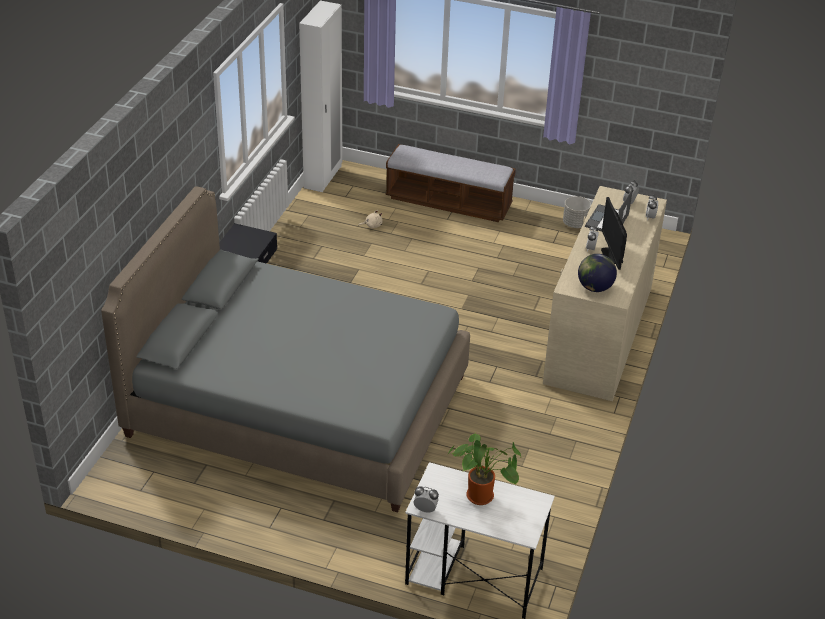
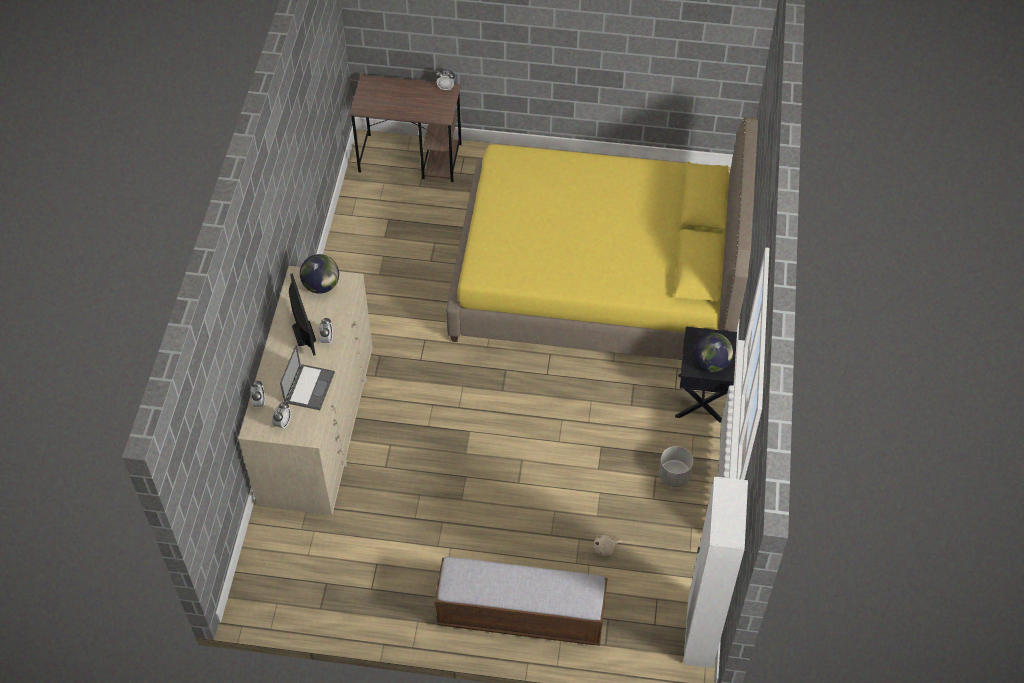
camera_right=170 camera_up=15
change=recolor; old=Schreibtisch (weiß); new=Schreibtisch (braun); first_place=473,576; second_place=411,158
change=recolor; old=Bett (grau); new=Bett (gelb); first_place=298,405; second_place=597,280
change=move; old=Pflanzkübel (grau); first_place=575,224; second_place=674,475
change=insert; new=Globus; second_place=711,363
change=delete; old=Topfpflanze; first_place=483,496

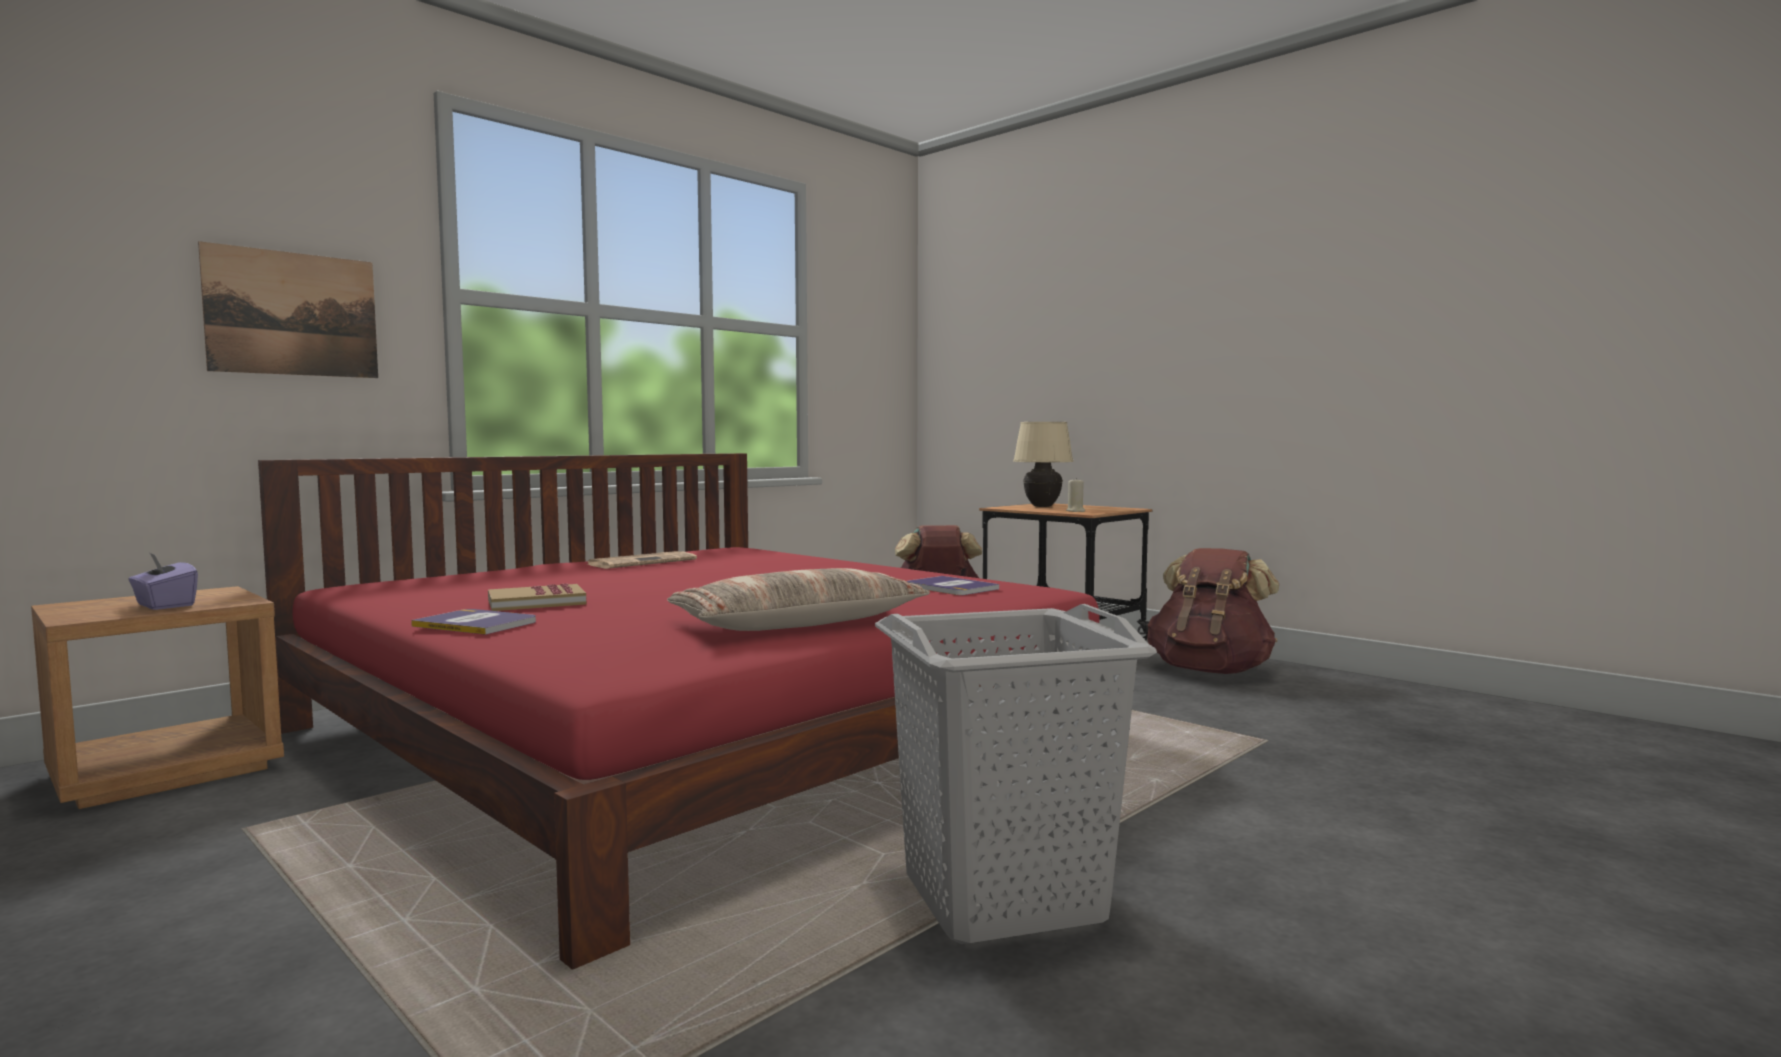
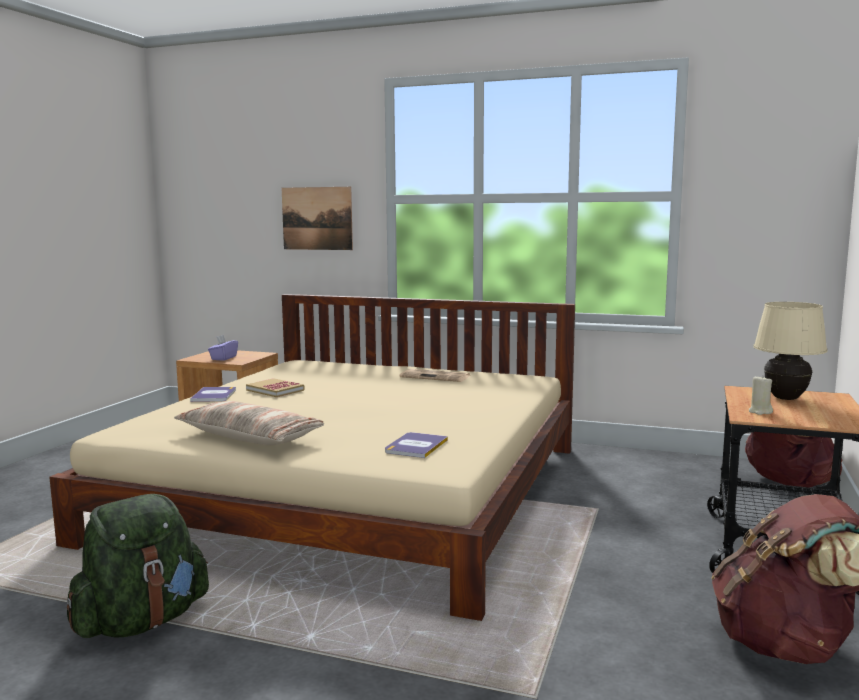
camera_right=65 camera_up=5
change=recolor; old=Bett (rot); new=Bett (beige); first_place=695,733; second_place=355,491
change=replace; old=Wäschekorb (grau); new=Rucksack (grün); first_place=1001,897; second_place=142,622

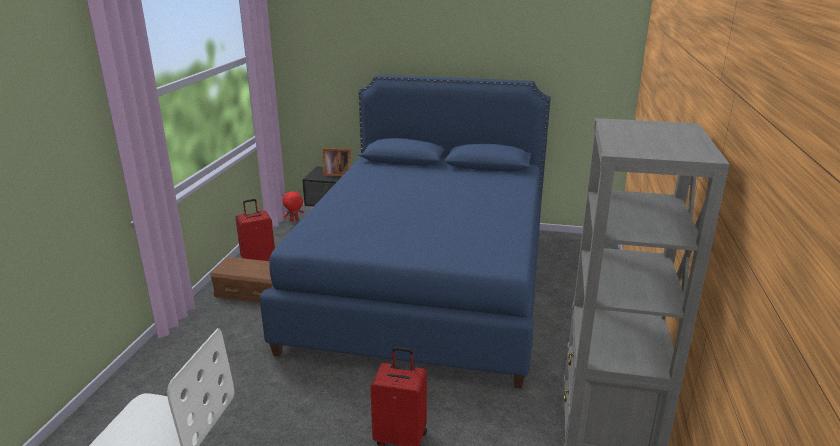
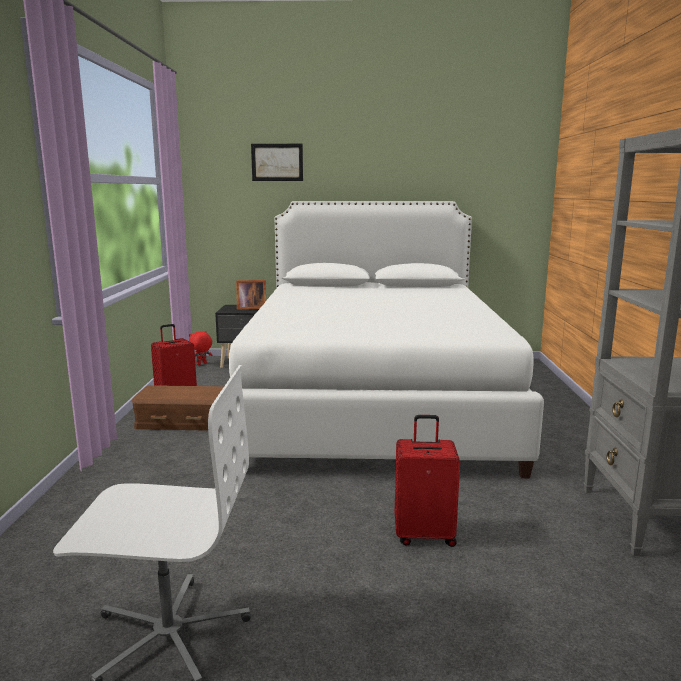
camera_right=-10 camera_up=-10
change=recolor; old=Bett (blau); new=Bett (weiß); first_place=426,283; second_place=373,402
change=insert; new=Bild; second_place=277,162

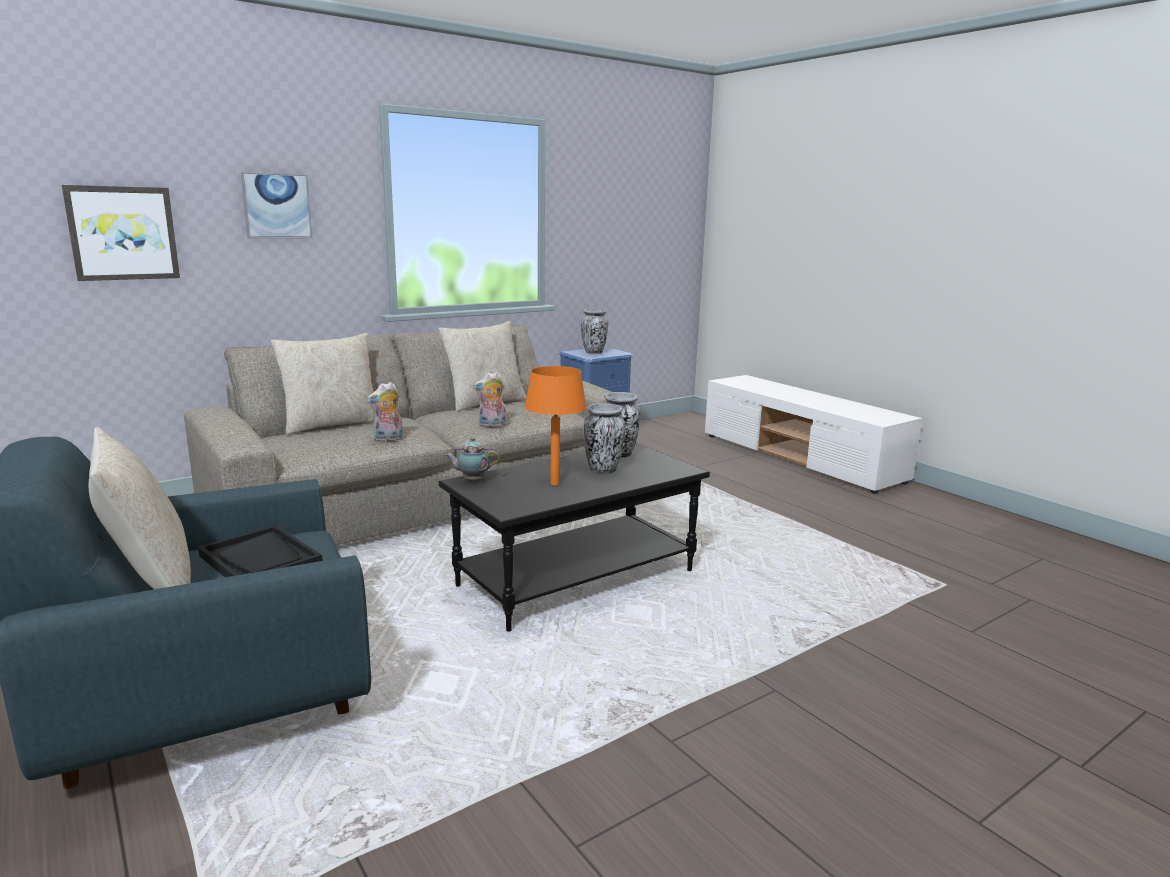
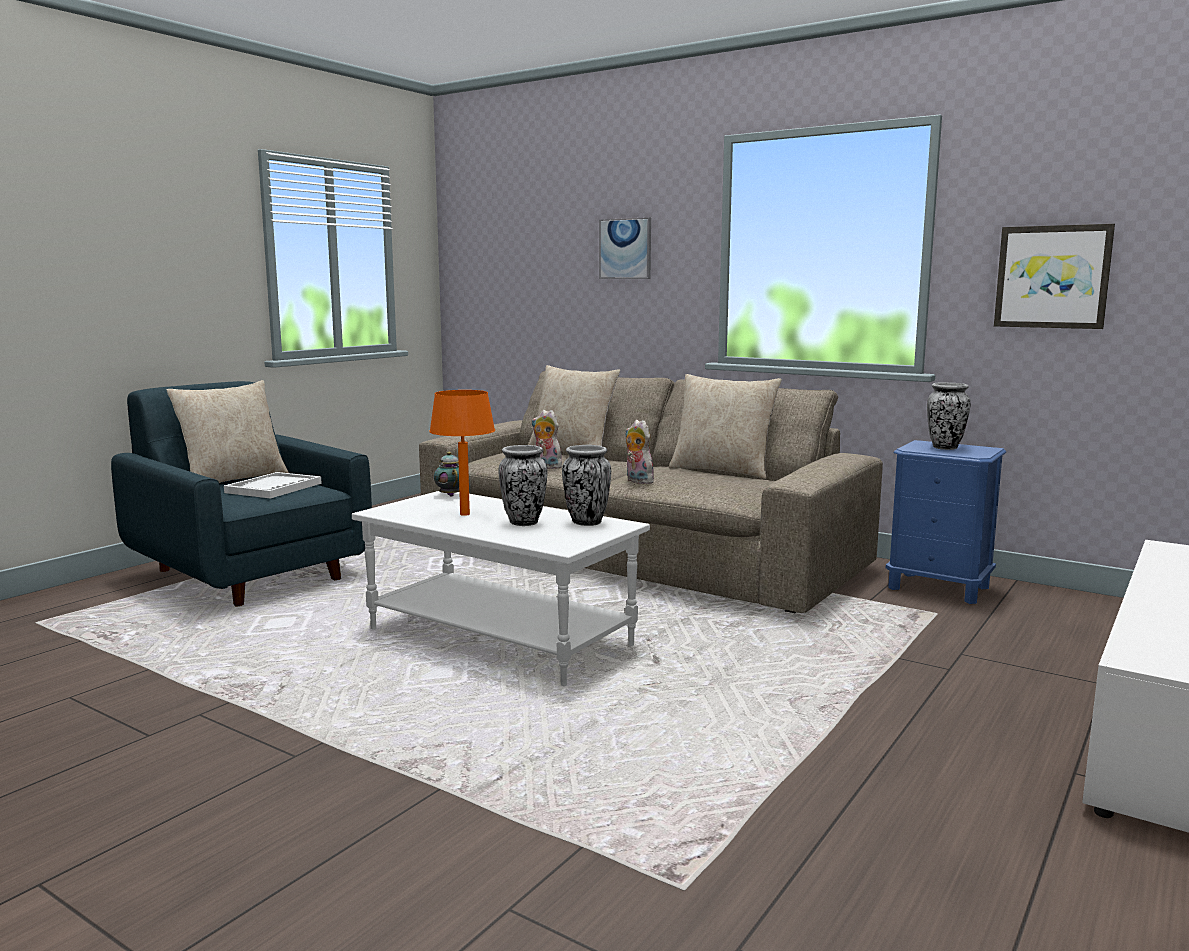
camera_right=70 camera_up=-5
change=recolor; old=Tablett (schwarz); new=Tablett (weiß); first_place=261,560; second_place=274,488
change=recolor; old=Couchtisch (schwarz); new=Couchtisch (weiß); first_place=576,577; second_place=502,637
change=move; old=Bild; first_place=123,233; second_place=1052,277

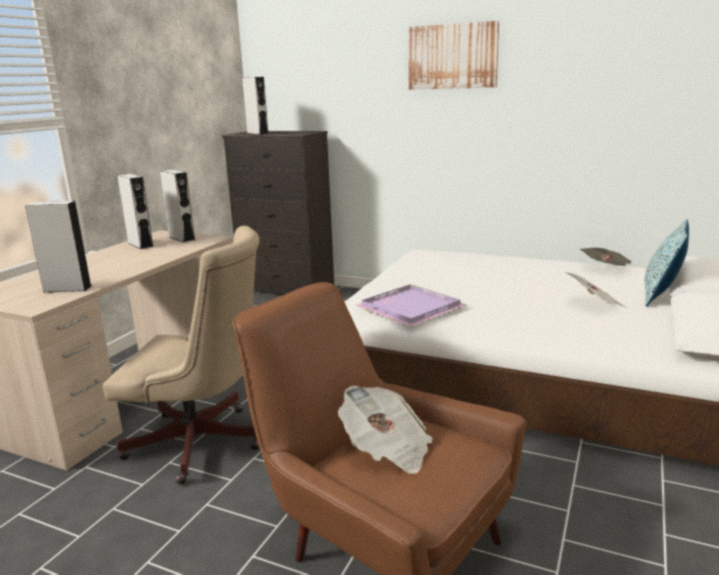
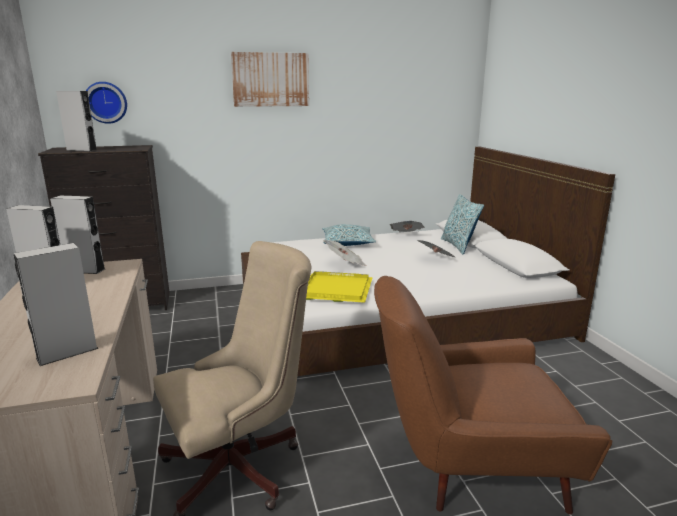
camera_right=-40 camera_up=0
change=insert; new=Wanduhr; second_place=106,102
change=recolor; old=Tablett (lila); new=Tablett (gelb); first_place=408,308; second_place=334,290
change=insert; new=Kissen; second_place=347,243
change=move; old=Zeitung; first_place=387,449; second_place=345,263

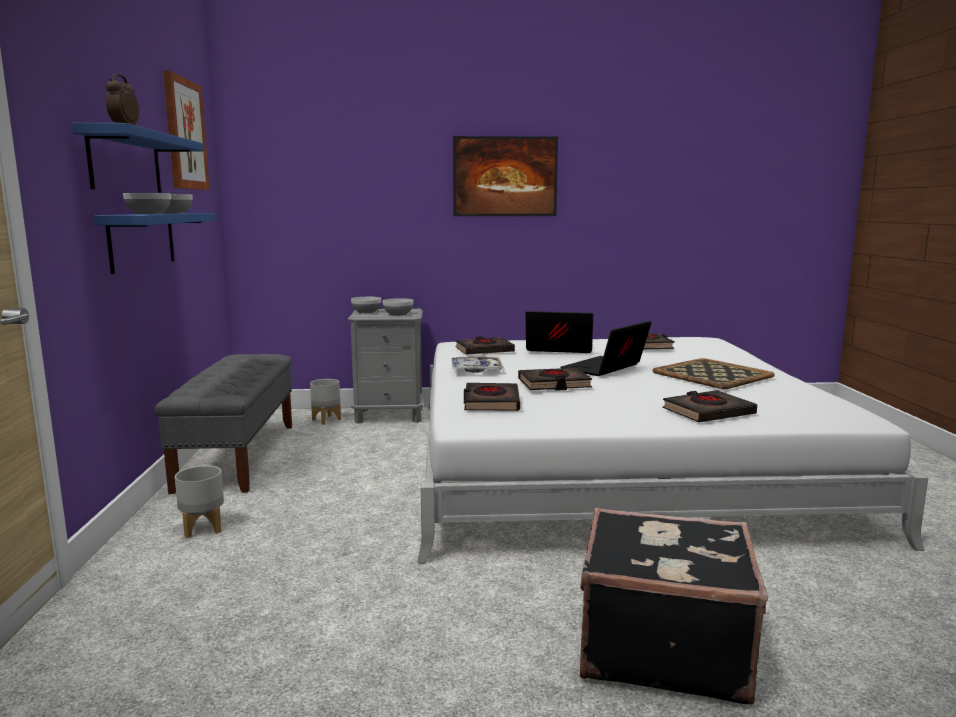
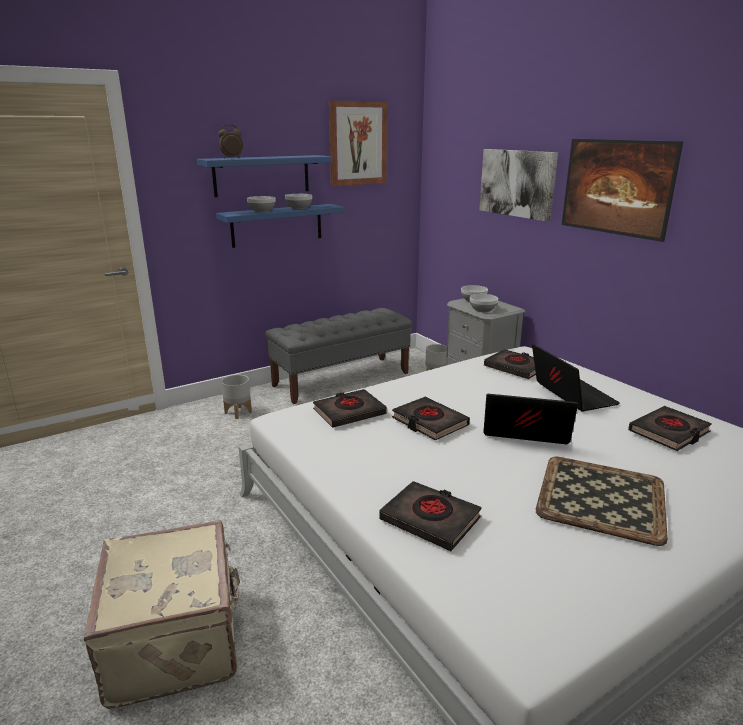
camera_right=60 camera_up=10
change=recolor; old=Koffer (schwarz); new=Koffer (beige); first_place=661,646; second_place=177,640
change=insert; new=Bild; second_place=517,183
change=delete; old=Tablett; first_place=476,370

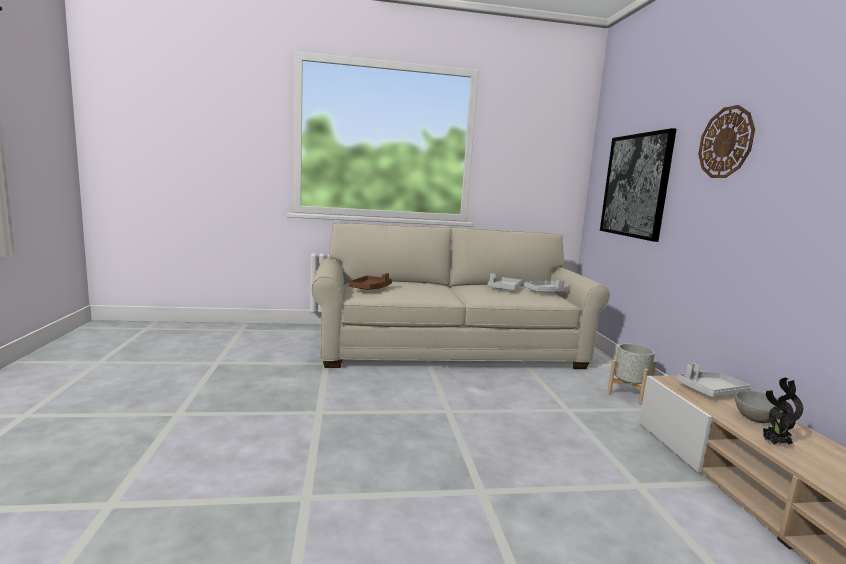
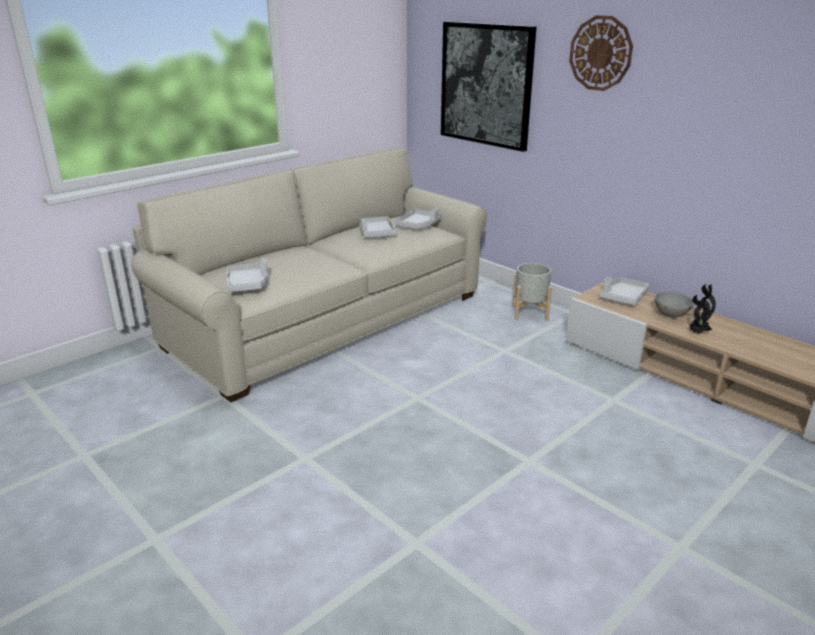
camera_right=-35 camera_up=15
change=recolor; old=Tablett (braun); new=Tablett (grau); first_place=370,288; second_place=248,284

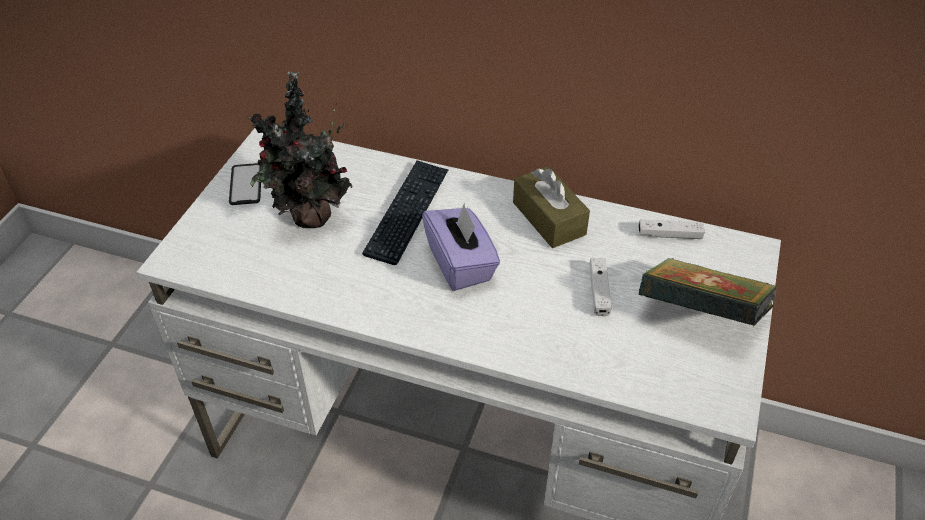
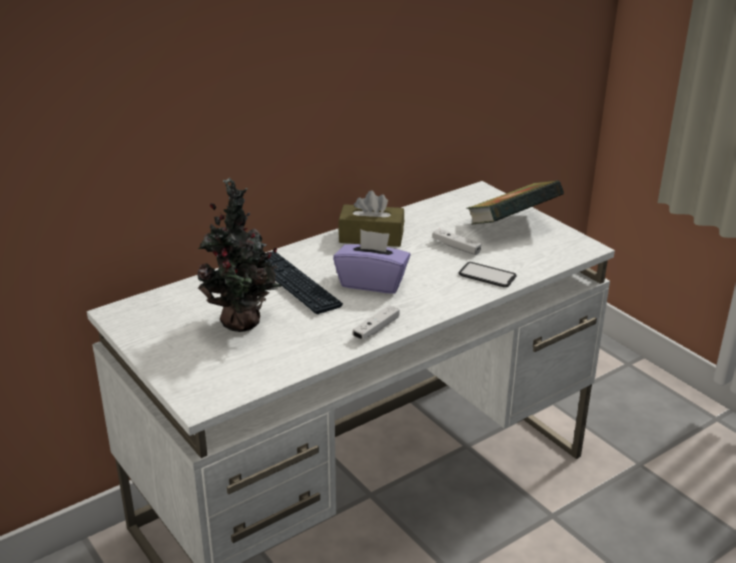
camera_right=-55 camera_up=-15
change=move; old=Gamepad (weiß); first_place=669,235; second_place=376,329
change=move; old=Handy; first_place=246,185; second_place=487,275

